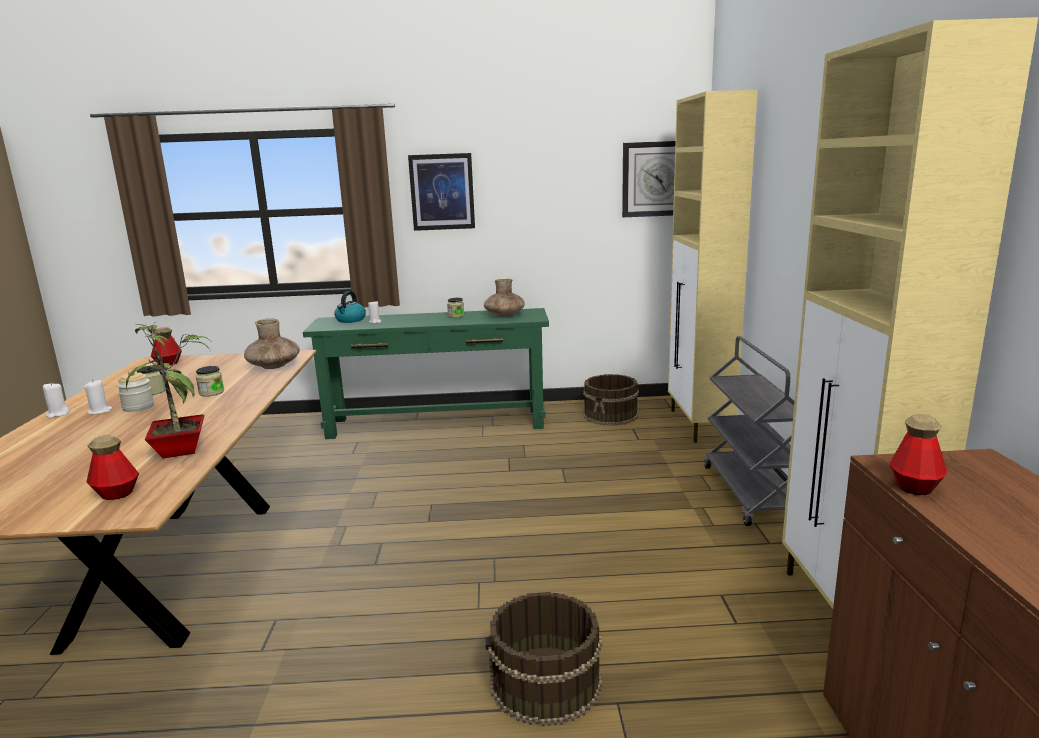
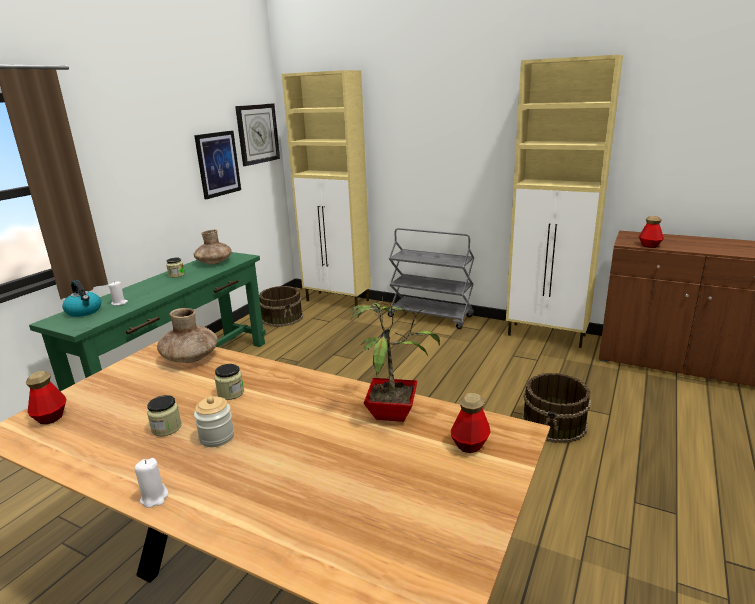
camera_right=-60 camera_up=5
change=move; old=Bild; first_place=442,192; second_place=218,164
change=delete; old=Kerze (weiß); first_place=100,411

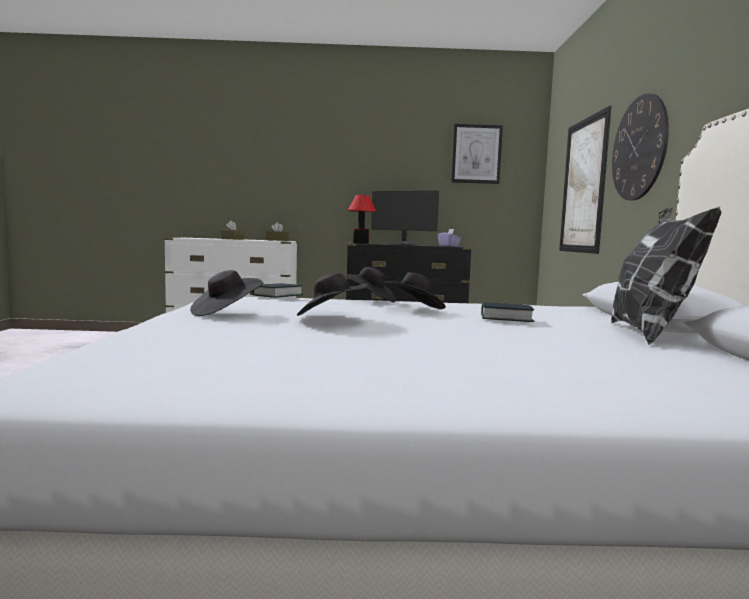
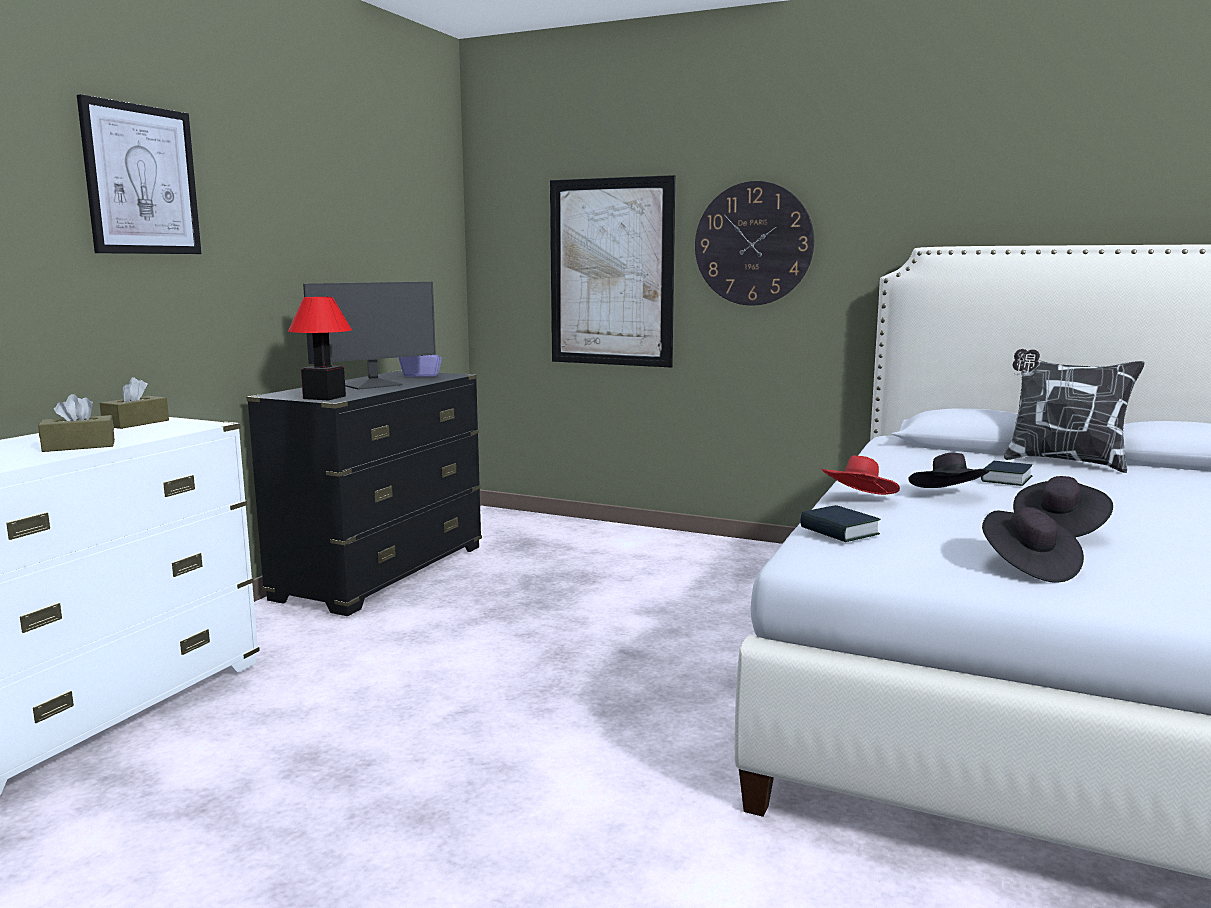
camera_right=-65 camera_up=5
change=move; old=Bild; first_place=476,154; second_place=141,180
change=recolor; old=Hut (schwarz); new=Hut (rot); first_place=370,300; second_place=859,500

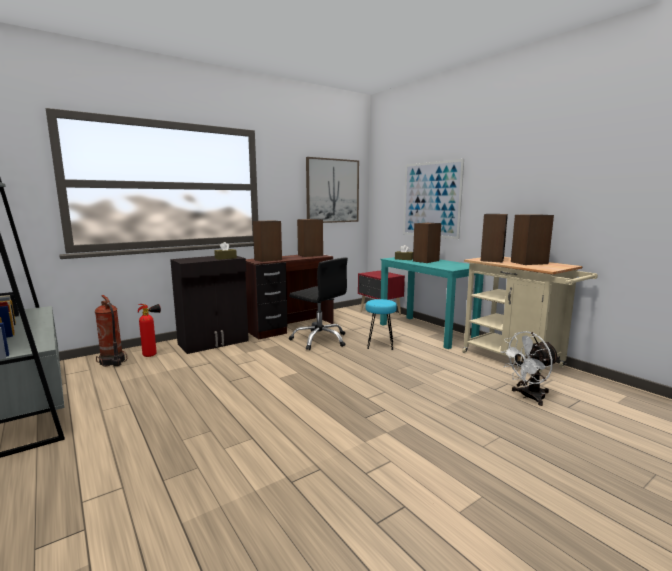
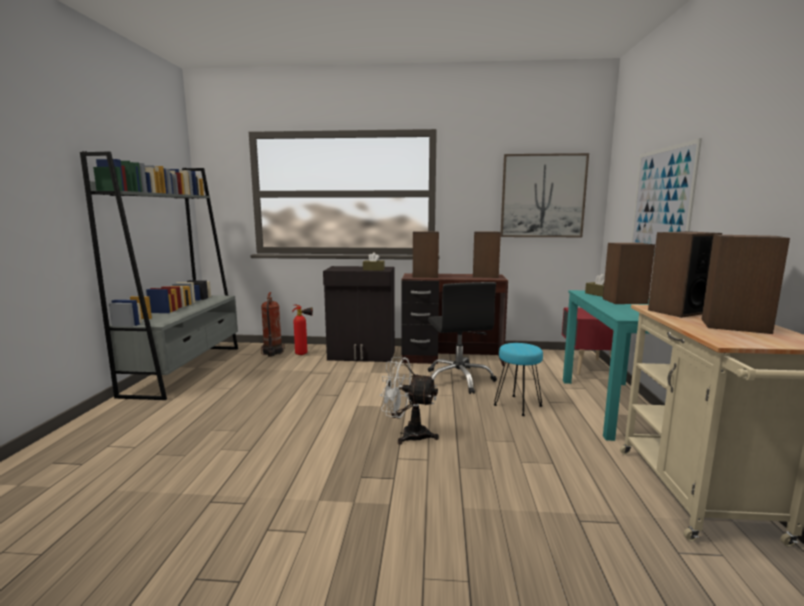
camera_right=40 camera_up=0
change=move; old=Ventilator (weiß); first_place=528,397; second_place=408,434

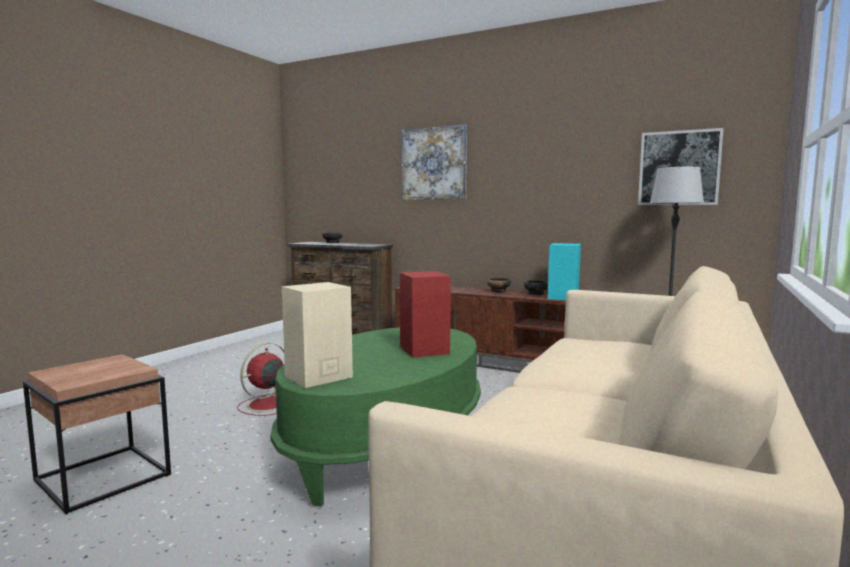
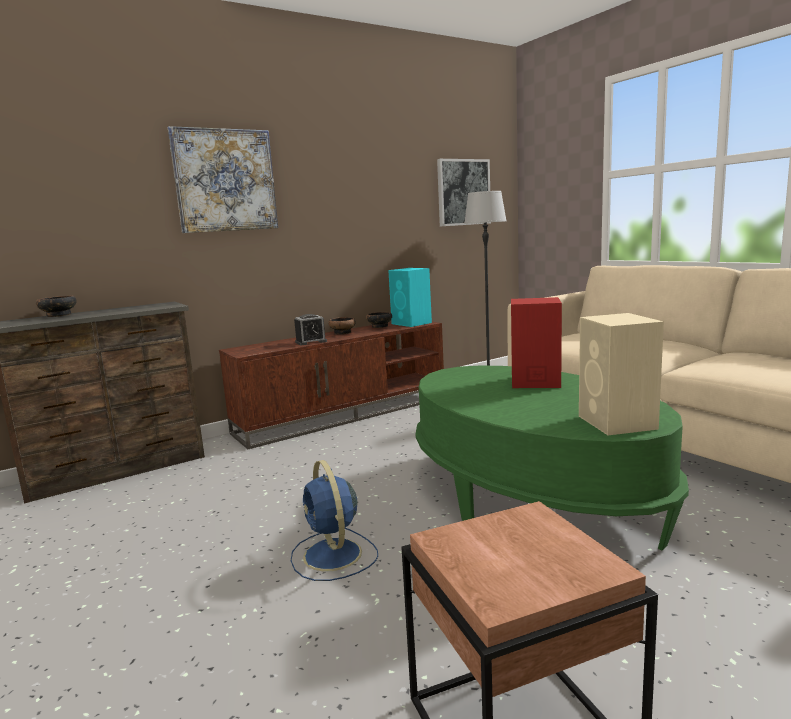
camera_right=-60 camera_up=5
change=recolor; old=Ventilator (rot); new=Ventilator (blau); first_place=265,405; second_place=333,556
change=insert; new=Wecker; second_place=311,342

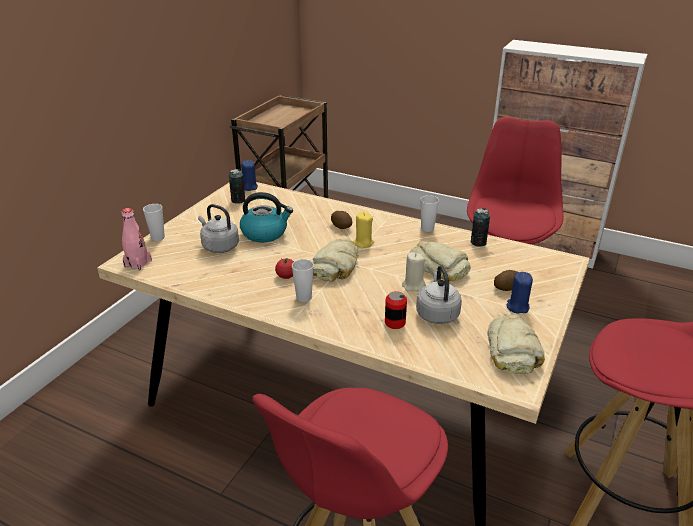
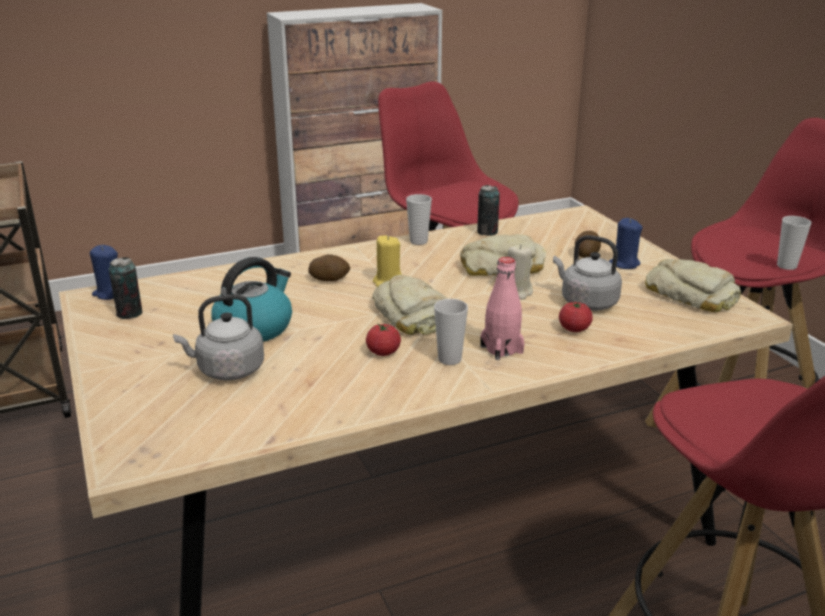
camera_right=-50 camera_up=-5
change=move; old=Flasche (rosa); first_place=138,263; second_place=501,349
change=replace; old=Dose; new=Tomate; first_place=395,323; second_place=574,329
change=move; old=Tasse; first_place=158,238; second_place=786,266

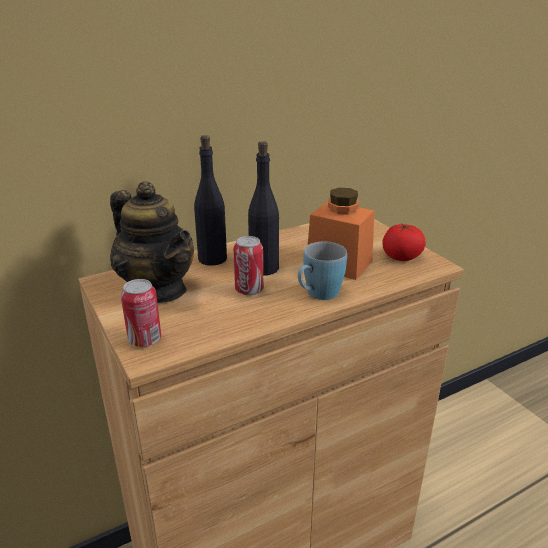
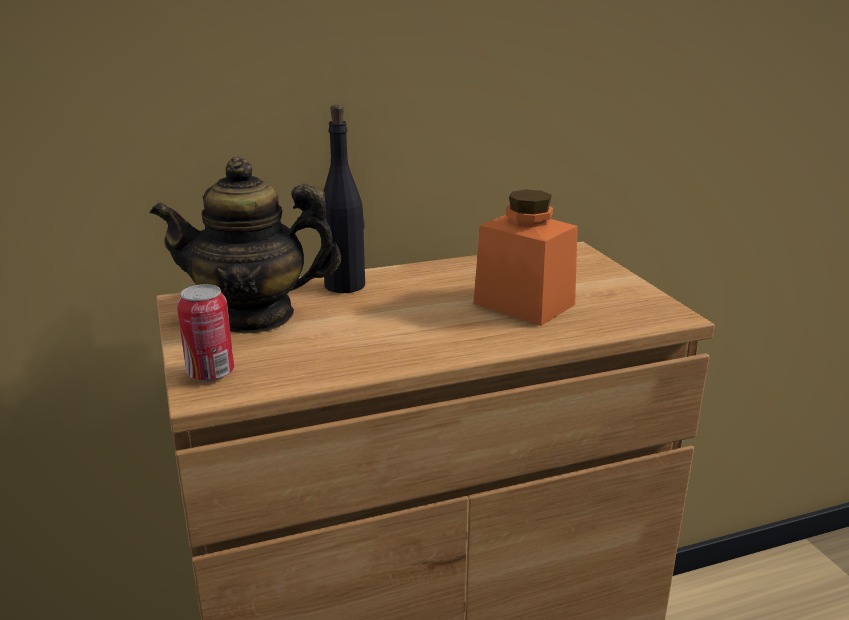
camera_right=10 camera_up=-5
change=rotate; old=Teekanne; first_place=157,290; second_place=254,316; degrees=120
change=delete; old=Dose; first_place=249,290
change=delete; old=Flasche (schwarz); first_place=264,268
change=delete; old=Henkelbecher (blau); first_place=318,295
change=delete; old=Tomate; first_place=401,257

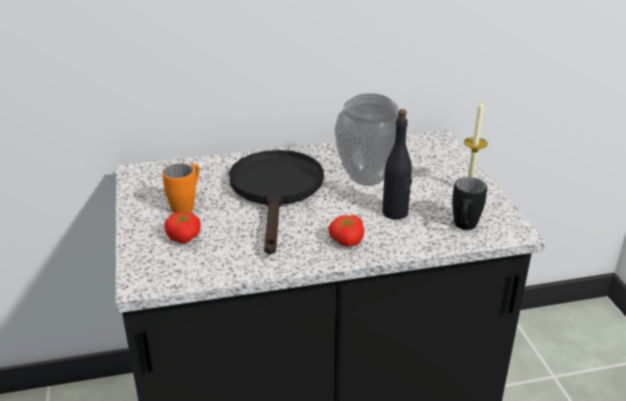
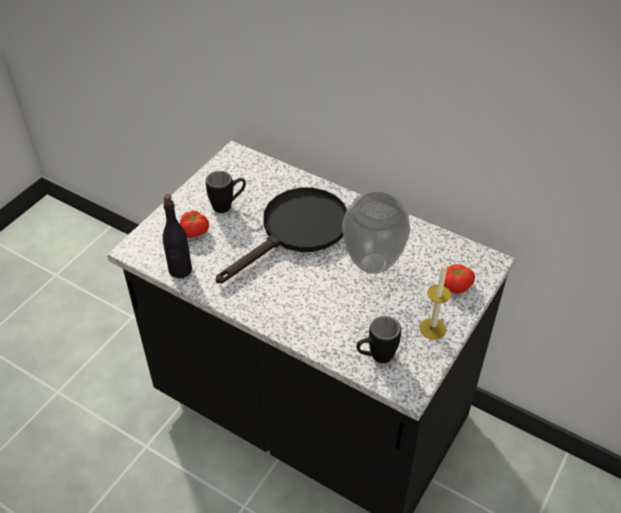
camera_right=45 camera_up=15
change=move; old=Flasche (schwarz); first_place=395,213; second_place=180,270
change=recolor; old=Henkelbecher (orange); new=Henkelbecher (schwarz); first_place=187,205; second_place=228,205
change=move; old=Tomate; first_place=346,240; second_place=455,285

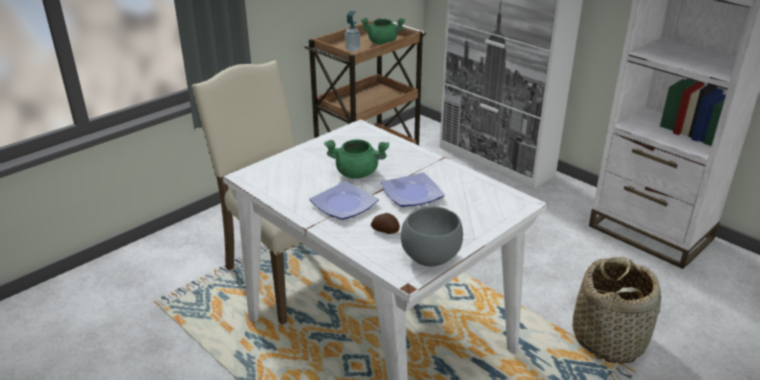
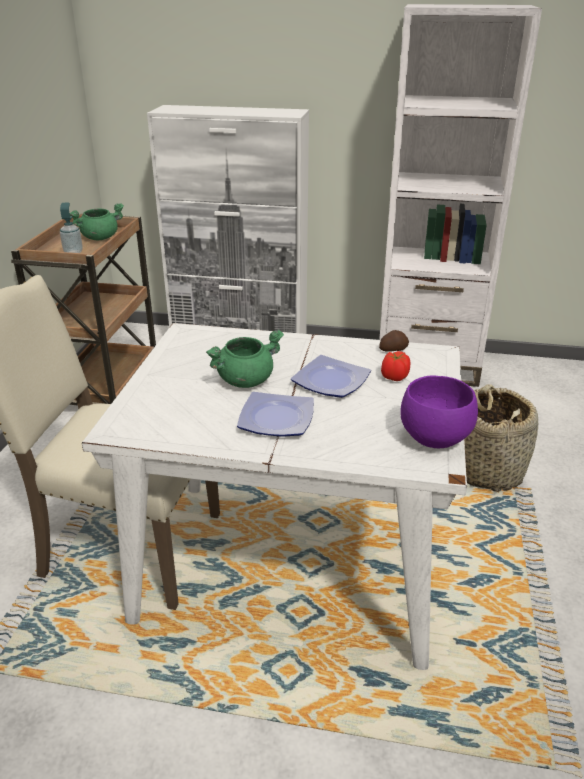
camera_right=-35 camera_up=0
change=move; old=Kartoffel; first_place=385,230; second_place=393,349
change=insert; new=Tomate; second_place=394,377
change=recolor; old=Schüssel (grau); new=Schüssel (lila); first_place=429,257; second_place=433,438

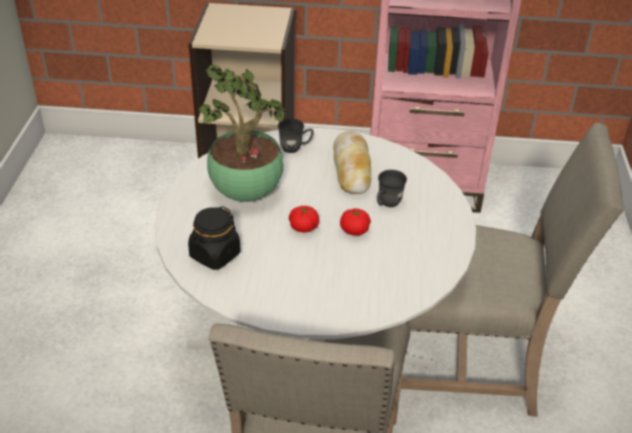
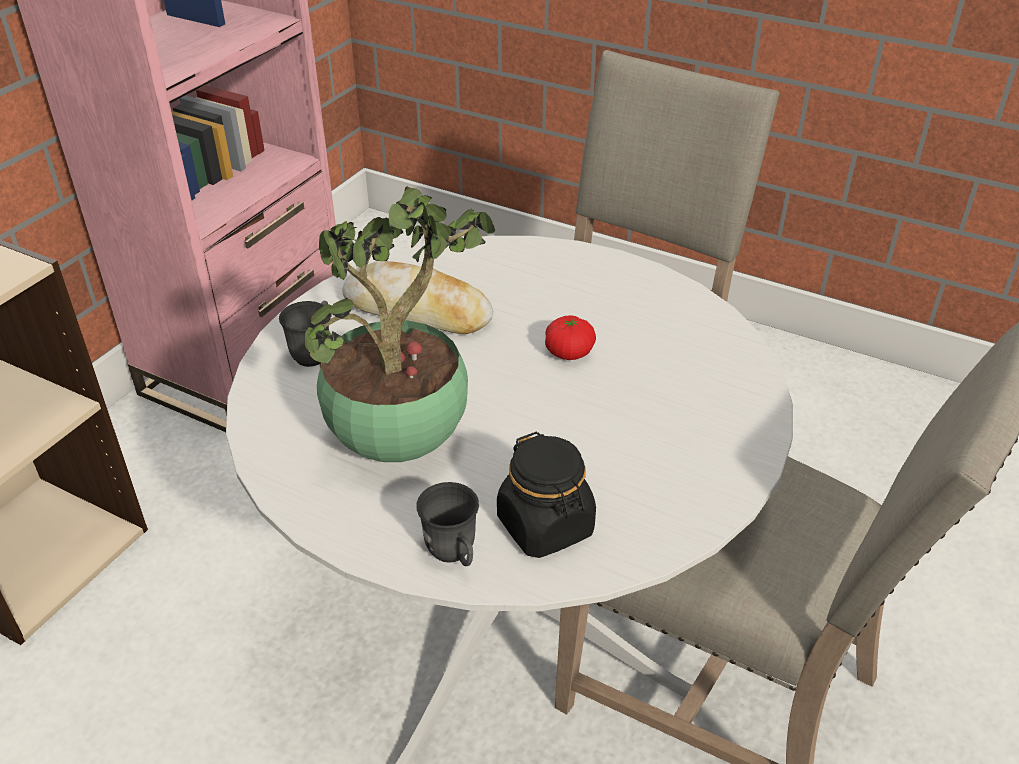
camera_right=-65 camera_up=0
change=move; old=Henkelbecher (grau); first_place=387,204; second_place=454,555
change=delete; old=Tomate; first_place=303,227

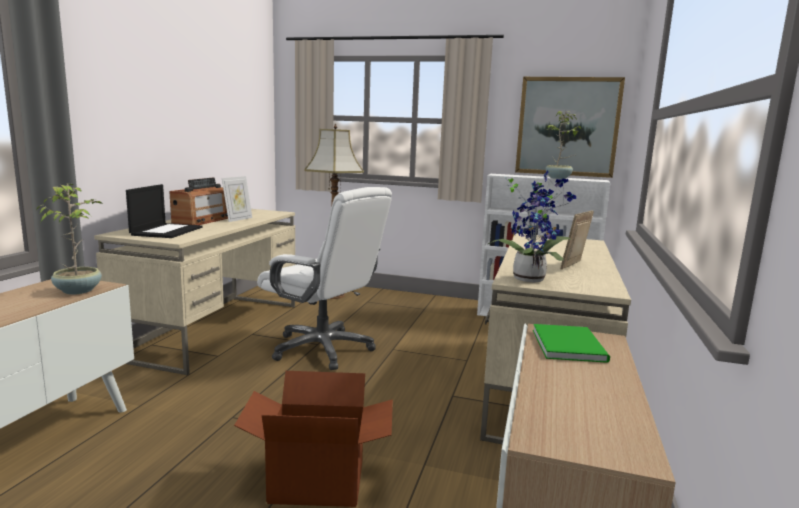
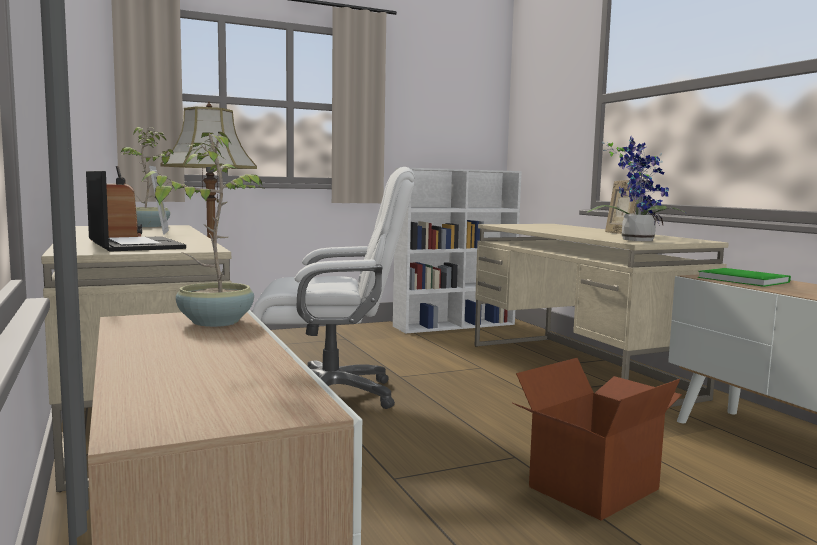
camera_right=-40 camera_up=-5
change=move; old=Topfpflanze; first_place=558,178; second_place=150,226
change=delete; old=Bild; first_place=567,127

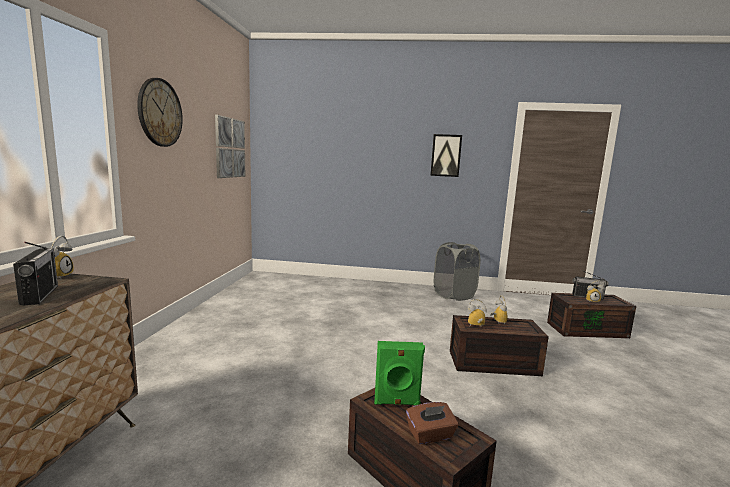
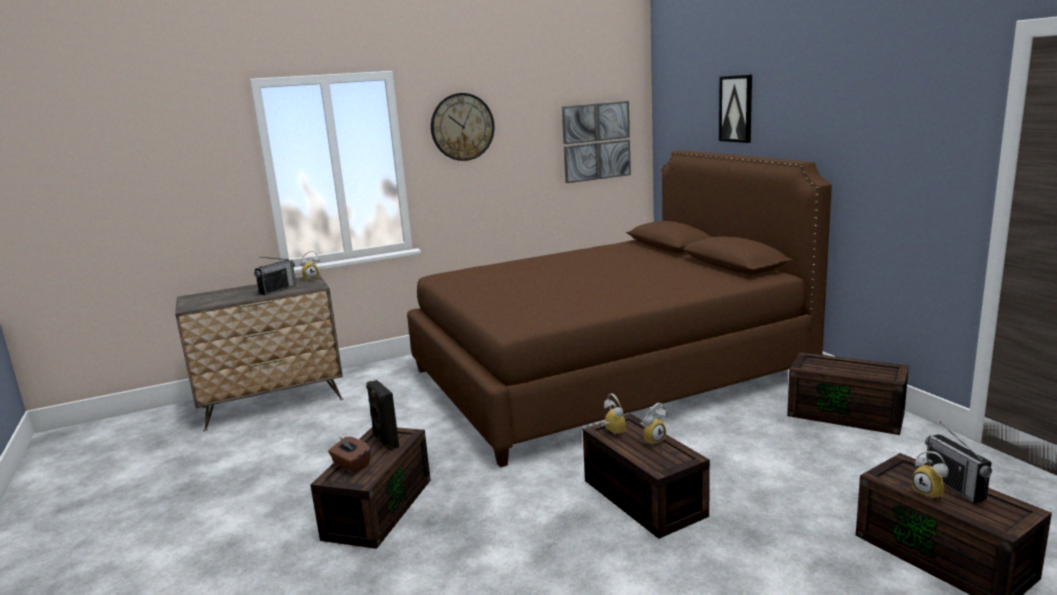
camera_right=60 camera_up=5
change=recolor; old=Lautsprecher (grün); new=Lautsprecher (schwarz); first_place=397,403; second_place=385,441
change=insert; new=Bett (braun); second_place=605,374
change=move; old=Bild; first_place=446,155; second_place=736,108
change=replace; old=Wäschekorb (grau); new=Aufbewahrungsbox (braun); first_place=454,295; second_place=847,414

